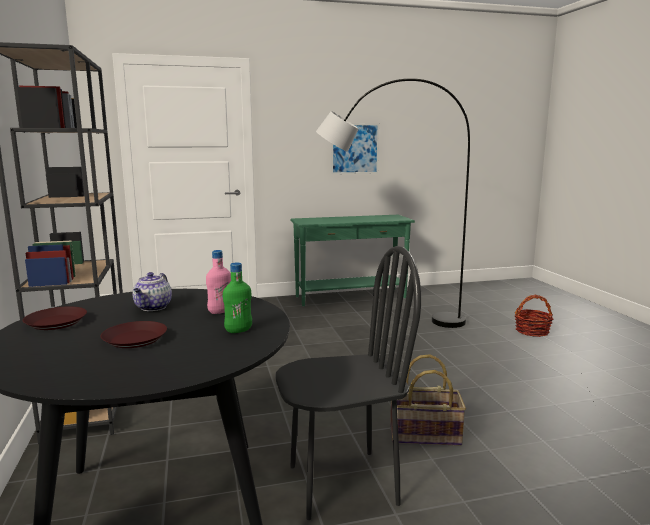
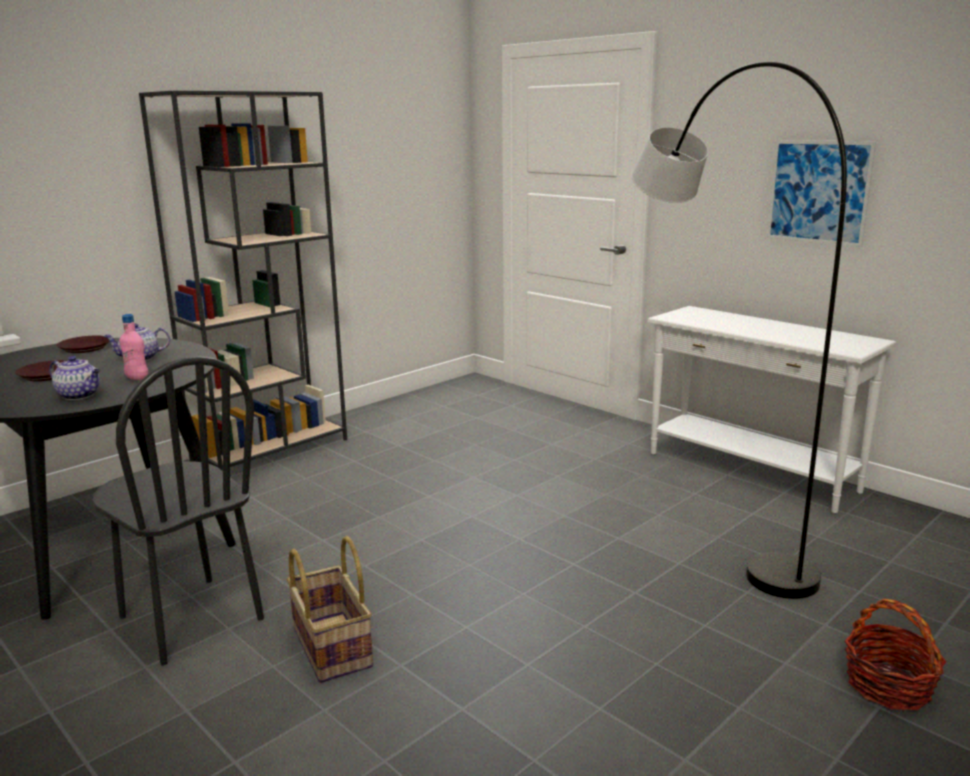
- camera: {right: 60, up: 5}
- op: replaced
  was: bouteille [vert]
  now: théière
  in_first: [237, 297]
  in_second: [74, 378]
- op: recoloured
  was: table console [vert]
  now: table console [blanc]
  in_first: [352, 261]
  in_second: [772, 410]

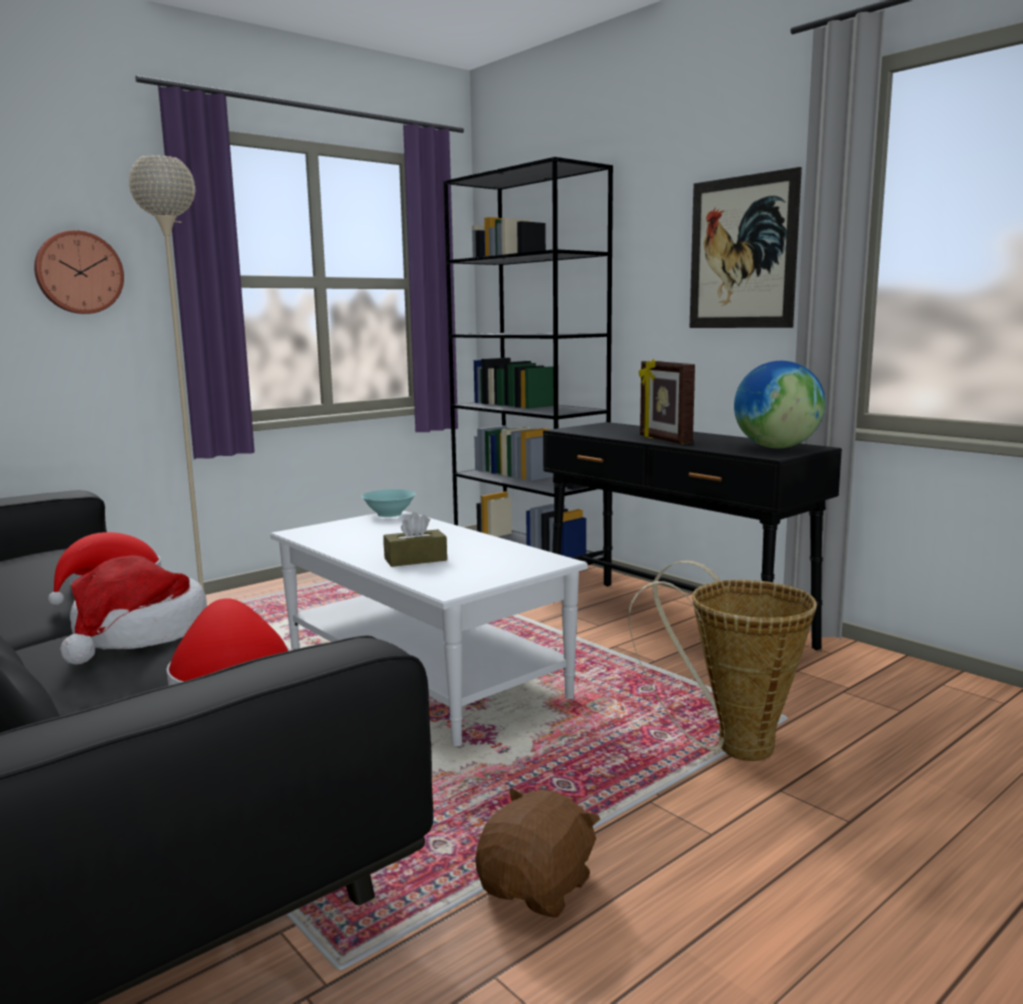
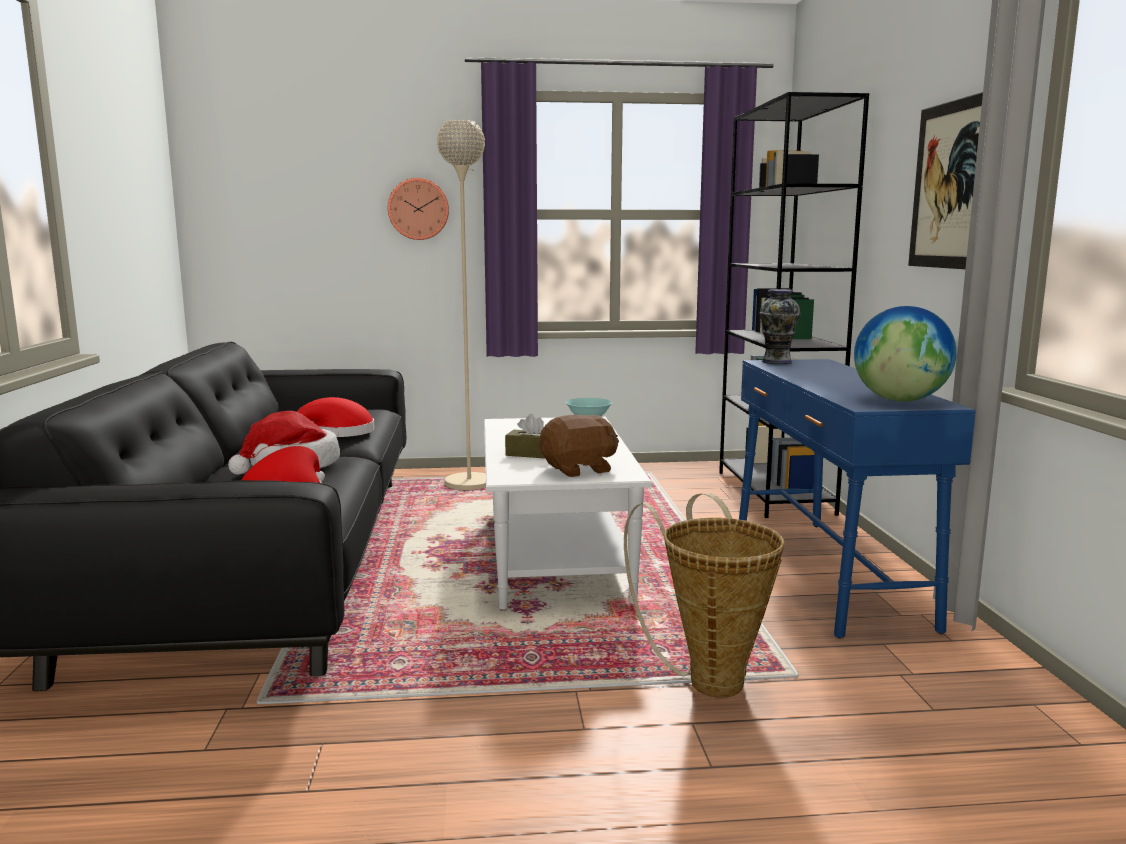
- camera: {right: 35, up: 0}
- op: moved
  was: peluche [marron]
  in_first: [537, 853]
  in_second: [579, 446]
- op: recoloured
  was: table console [noir]
  now: table console [bleu]
  in_first: [692, 536]
  in_second: [857, 498]
- op: removed
  was: cadre photo
  in_first: [667, 401]
- op: added
  now: vase
  in_second: [780, 326]

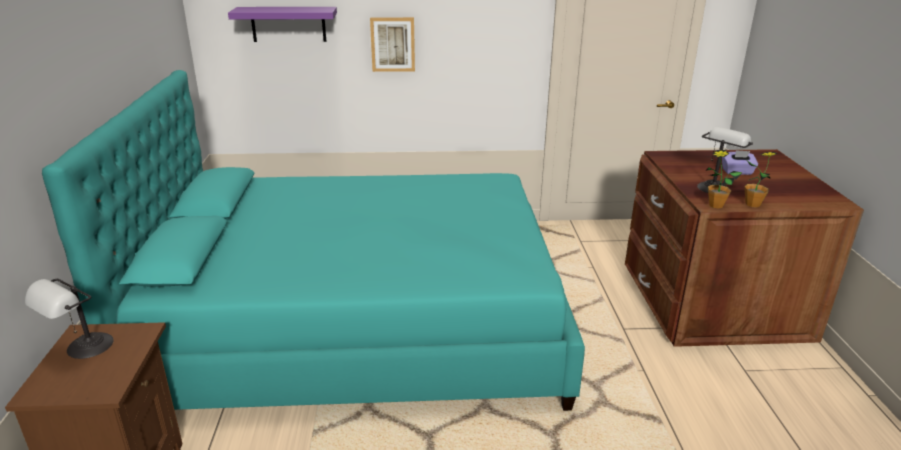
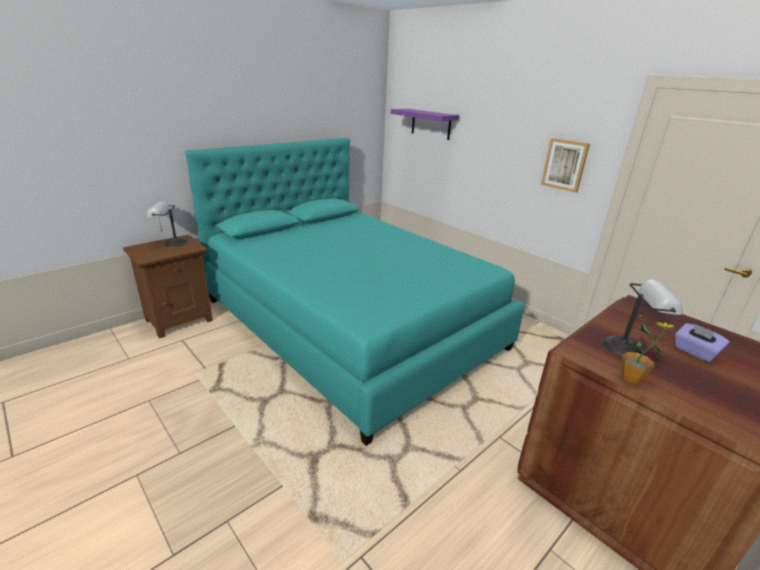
- camera: {right: 50, up: 0}
- op: moved
  was: tableau
  in_first: [392, 44]
  in_second: [565, 165]
- op: removed
  was: plante en pot
  in_first: [724, 179]

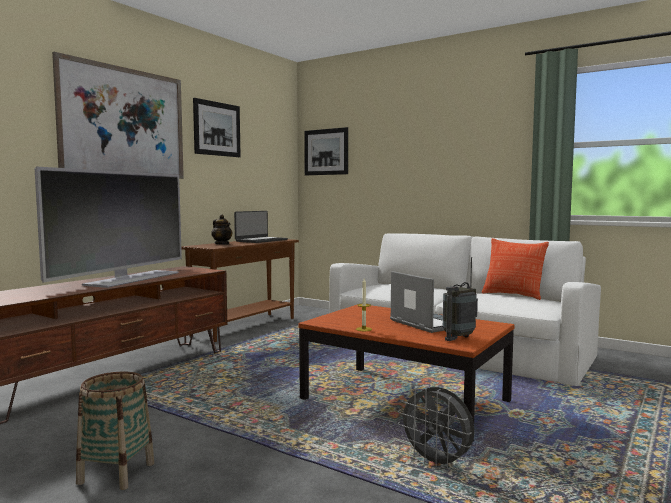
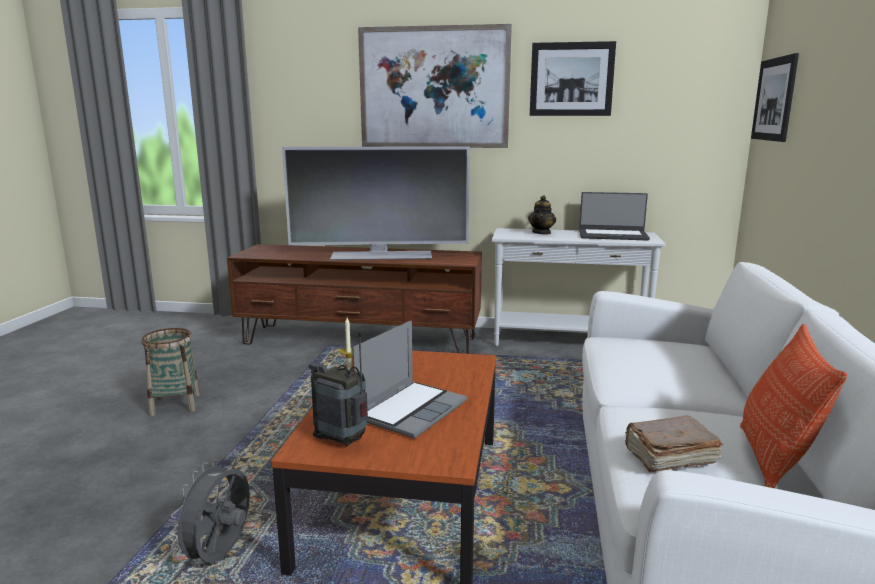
- camera: {right: 65, up: 10}
- op: recoloured
  was: table console [marron]
  now: table console [blanc]
  in_first: [240, 291]
  in_second: [579, 287]
- op: added
  now: livre [marron]
  in_second: [674, 443]

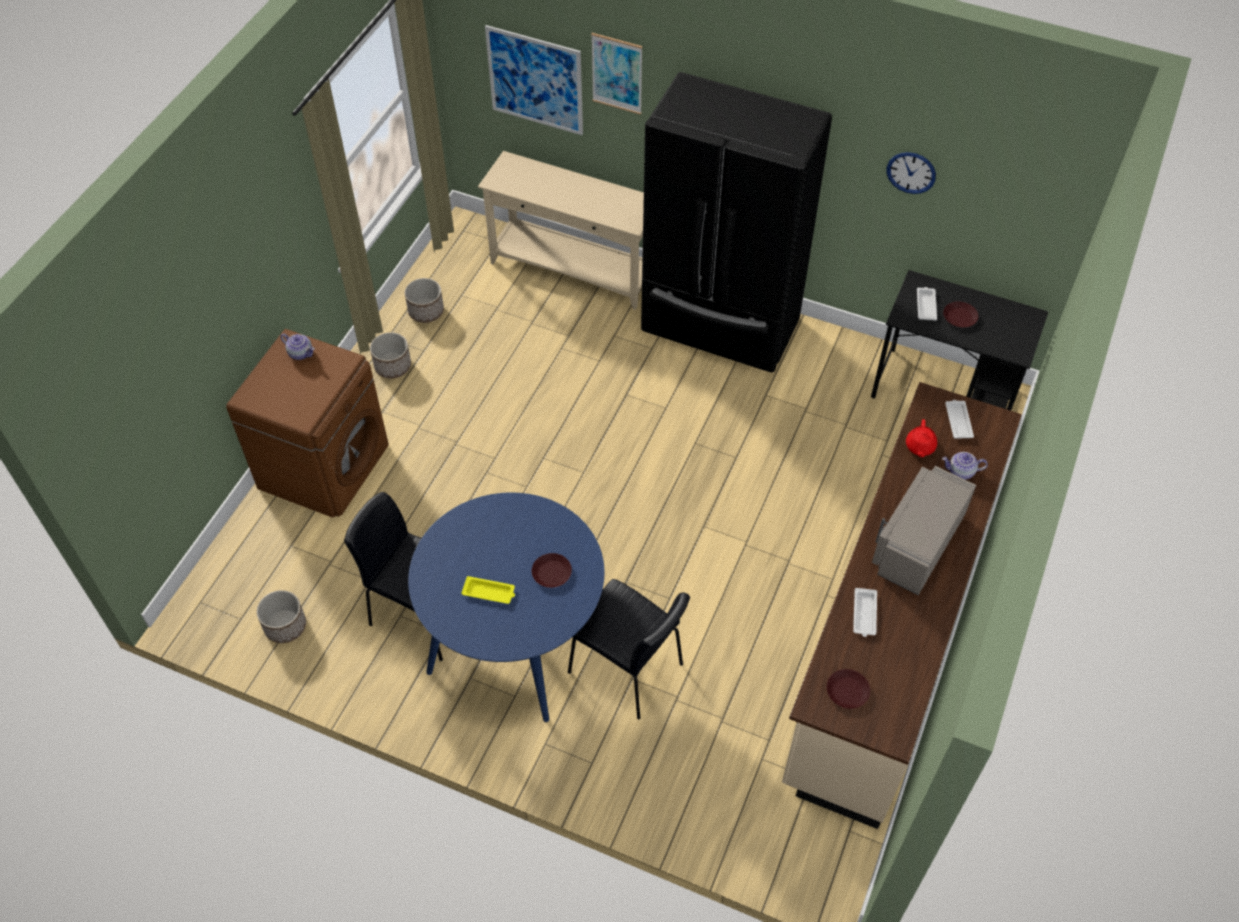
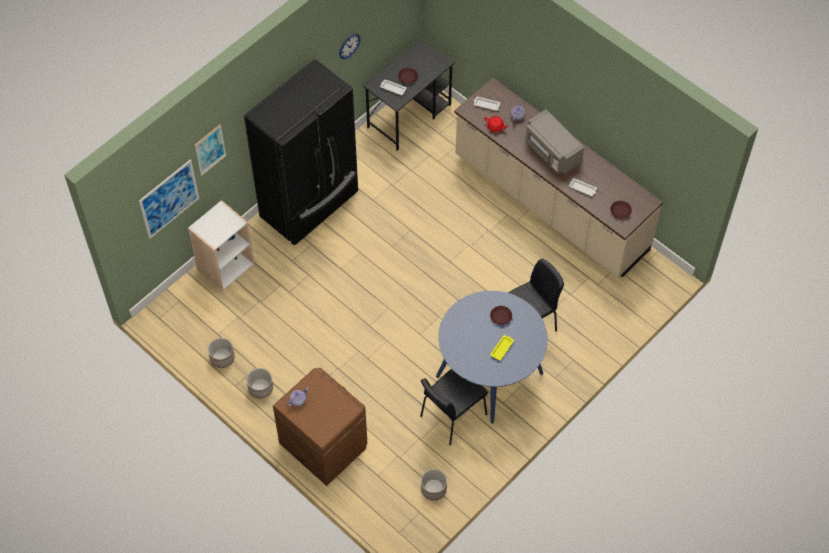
- camera: {right: -70, up: 5}
- op: replaced
  was: table console [beige]
  now: bibliothèque [blanc]
  in_first: [561, 230]
  in_second: [221, 245]

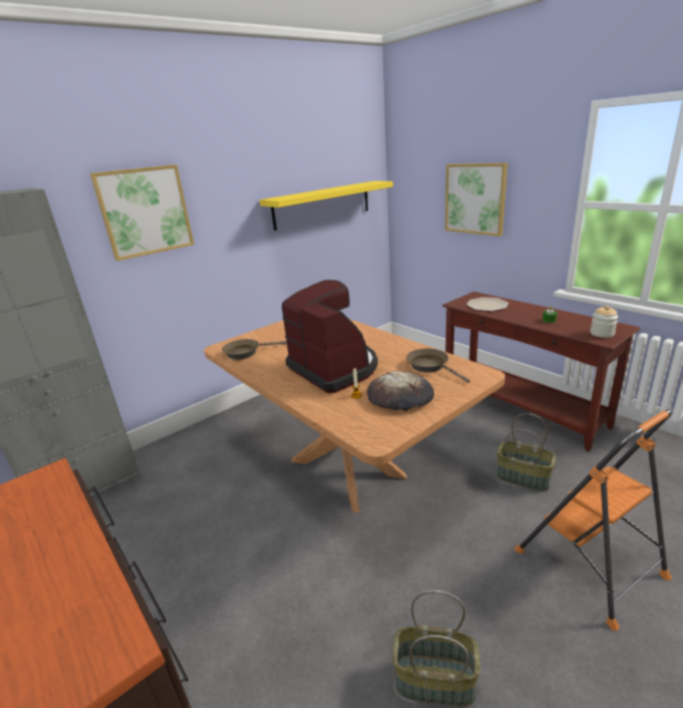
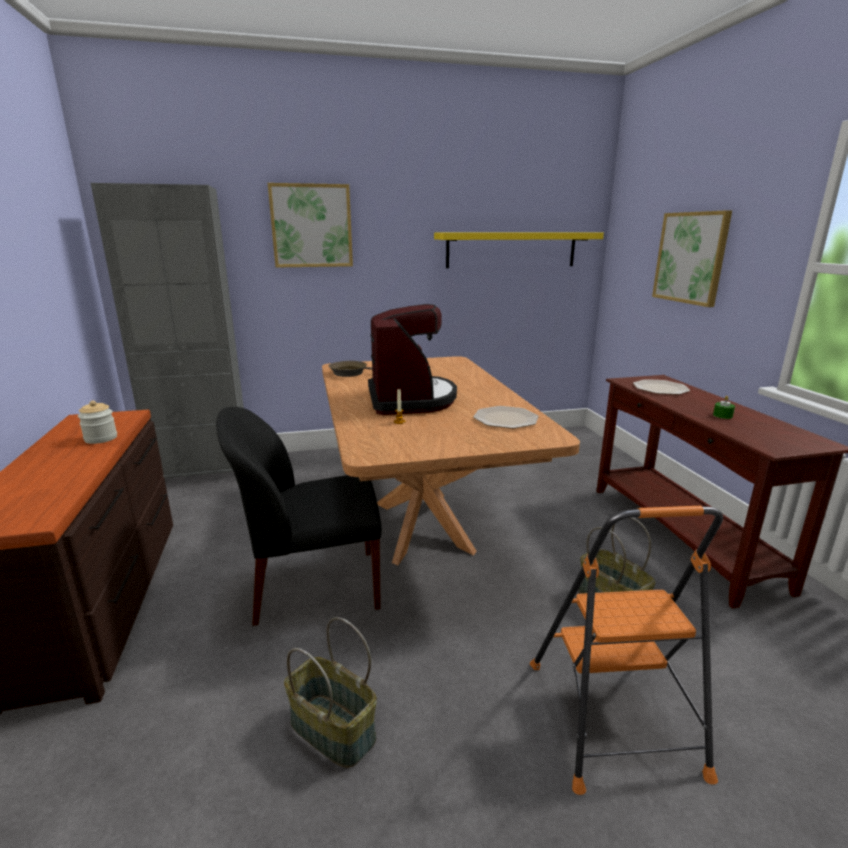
- camera: {right: 25, up: -5}
- op: removed
  was: pain
  in_first: [400, 391]
- op: replaced
  was: poêle [marron]
  now: assiette
  in_first: [438, 366]
  in_second: [506, 417]
- op: moved
  was: bocal
  in_first: [604, 322]
  in_second: [97, 422]
- op: added
  now: chaise [noir]
  in_second: [299, 516]

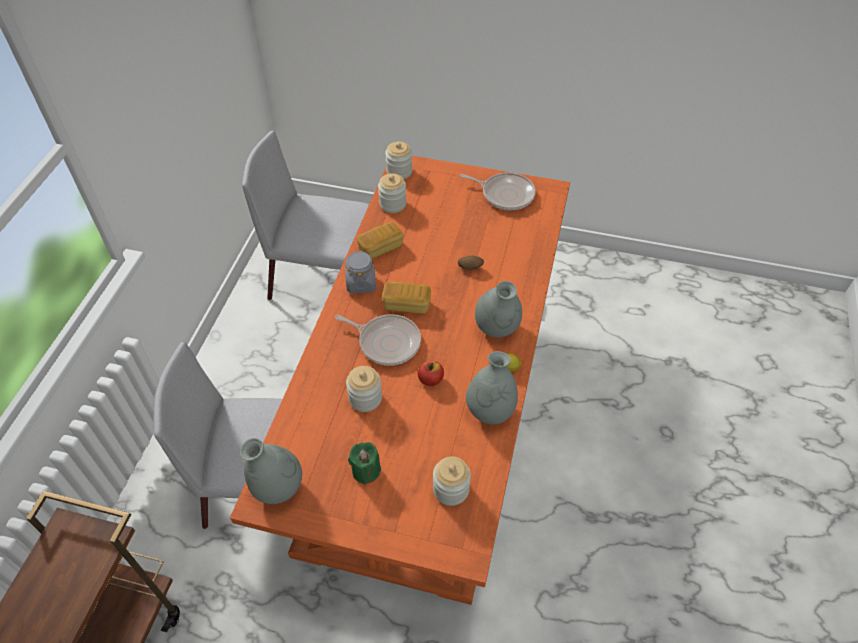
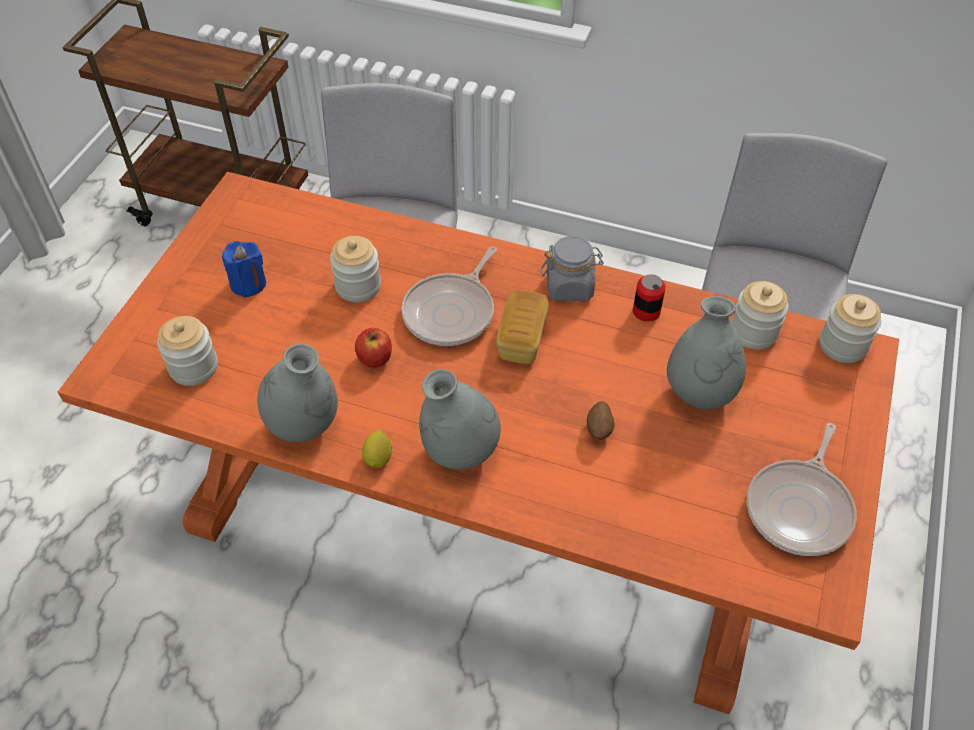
- camera: {right: 95, up: 0}
- op: moved
  was: vase [gris]
  in_first: [271, 471]
  in_second: [706, 353]
- op: recoloured
  was: bougie [vert]
  now: bougie [bleu]
  in_first: [364, 463]
  in_second: [244, 269]
- op: replaced
  was: pain
  now: boîte métallique
  in_first: [380, 240]
  in_second: [649, 298]

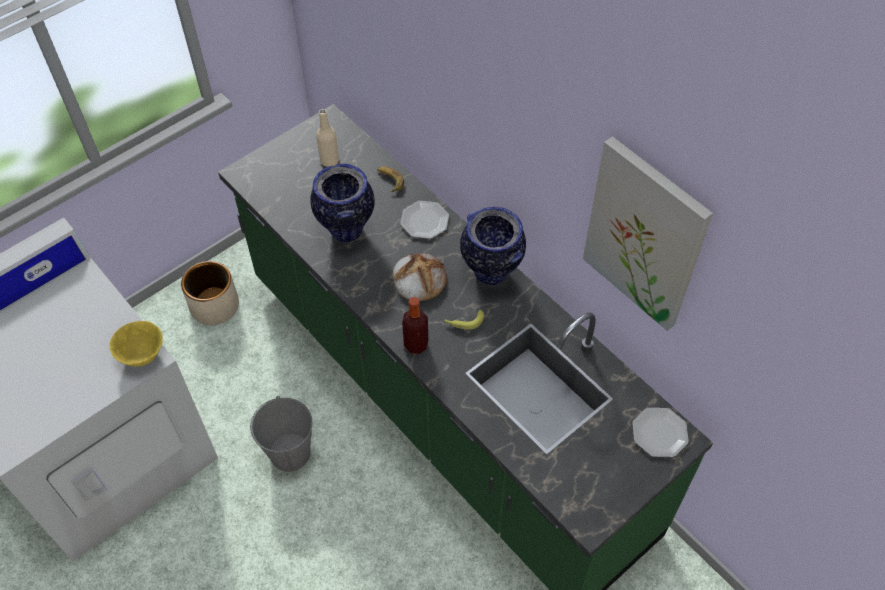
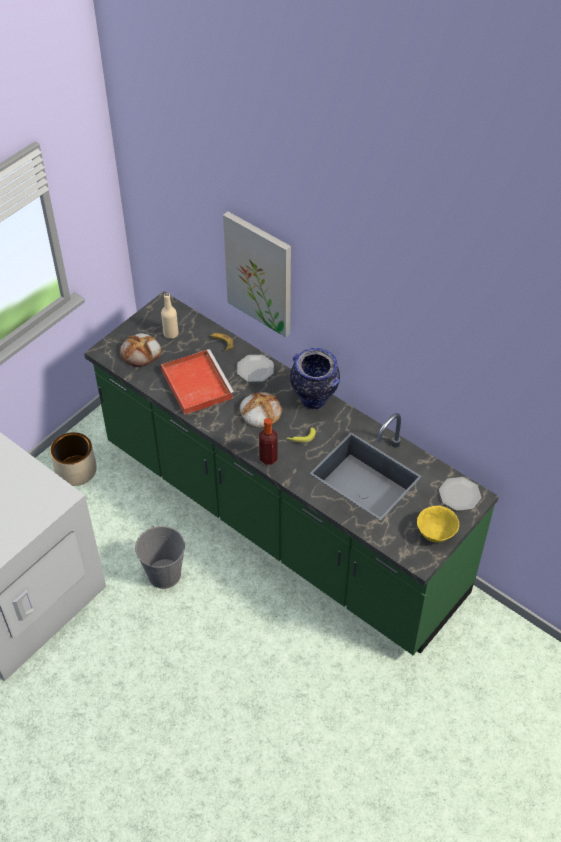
- camera: {right: -10, up: -5}
- op: moved
  was: bol [jaune]
  in_first: [136, 344]
  in_second: [438, 524]
- op: replaced
  was: vase
  now: plateau [rouge]
  in_first: [342, 203]
  in_second: [198, 382]
- op: moved
  was: tableau
  in_first: [648, 233]
  in_second: [257, 274]
- op: added
  now: pain
  in_second: [140, 350]

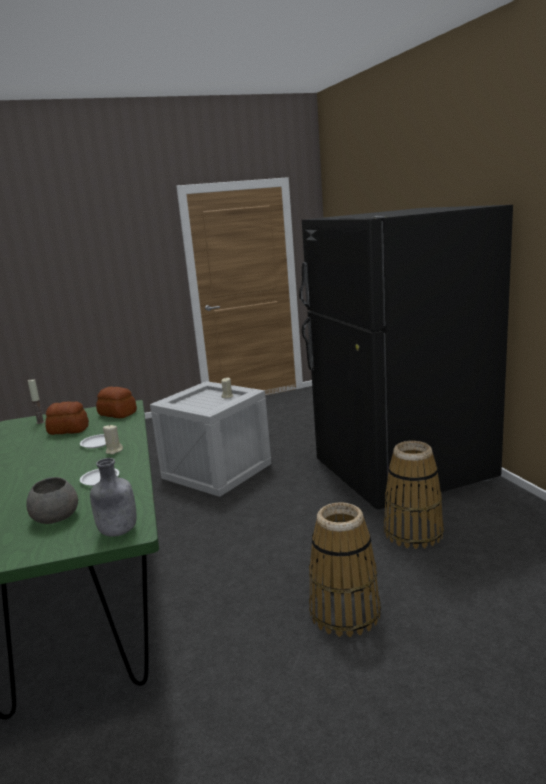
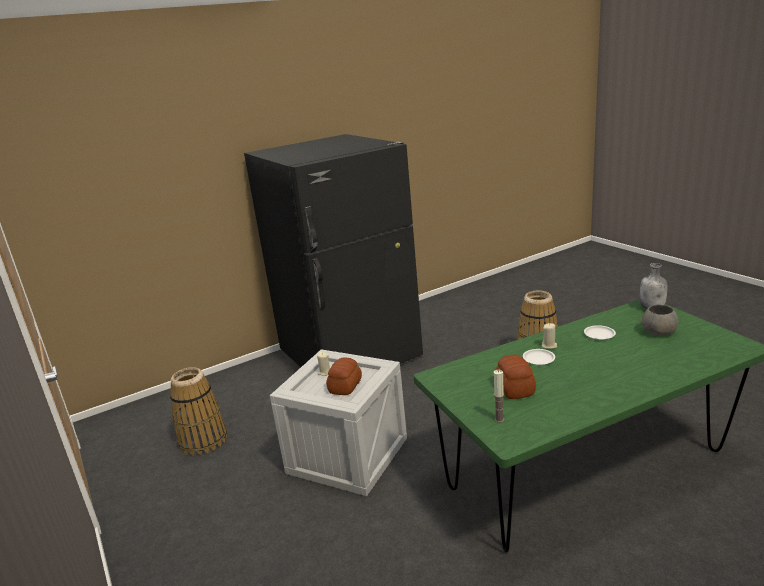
- camera: {right: -100, up: 5}
- op: moved
  was: pain
  in_first: [116, 402]
  in_second: [344, 376]
- op: moved
  was: panier
  in_first: [414, 495]
  in_second: [198, 411]

